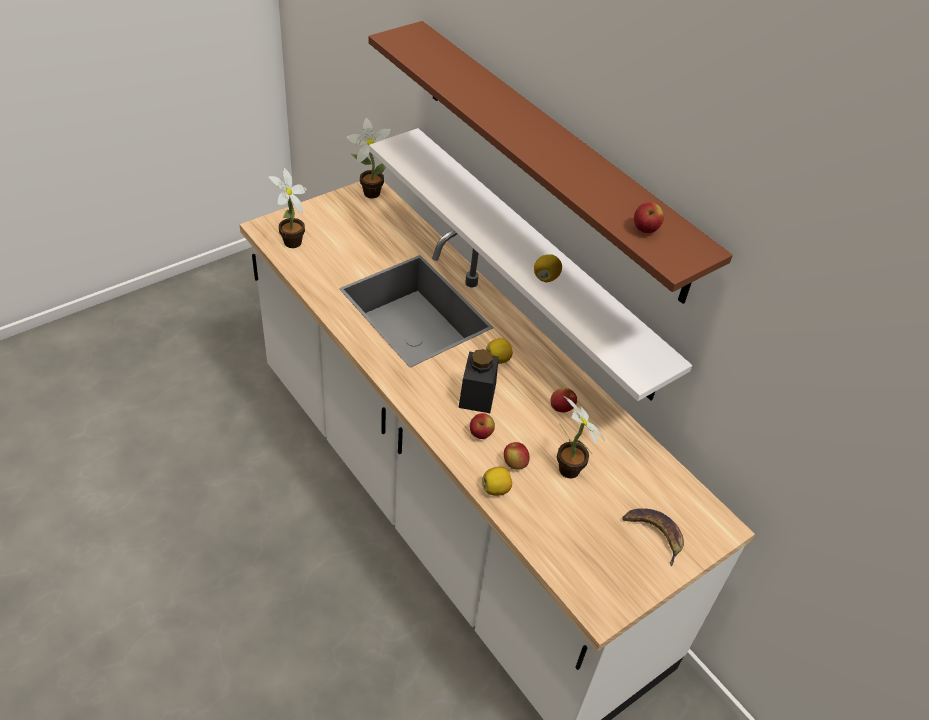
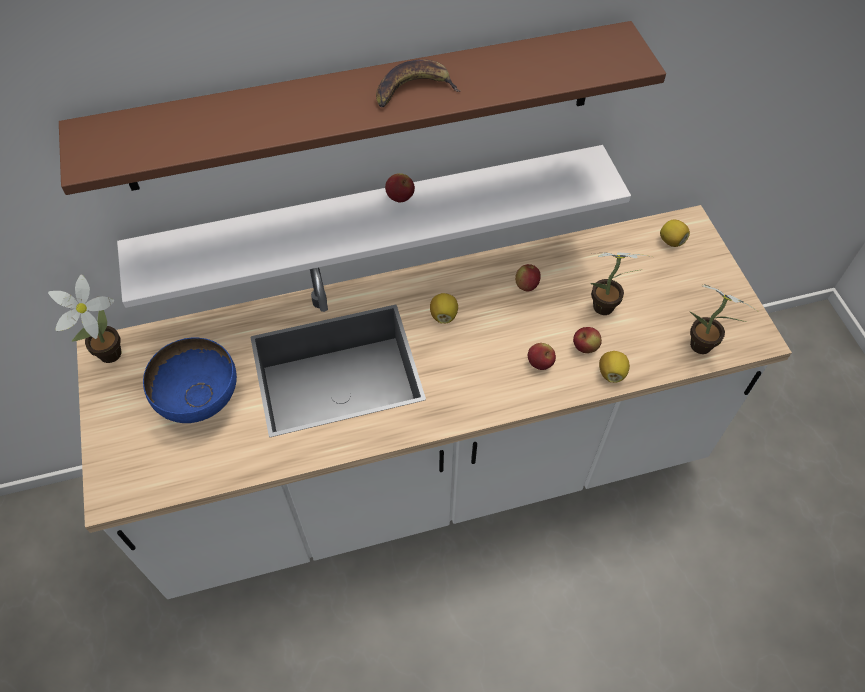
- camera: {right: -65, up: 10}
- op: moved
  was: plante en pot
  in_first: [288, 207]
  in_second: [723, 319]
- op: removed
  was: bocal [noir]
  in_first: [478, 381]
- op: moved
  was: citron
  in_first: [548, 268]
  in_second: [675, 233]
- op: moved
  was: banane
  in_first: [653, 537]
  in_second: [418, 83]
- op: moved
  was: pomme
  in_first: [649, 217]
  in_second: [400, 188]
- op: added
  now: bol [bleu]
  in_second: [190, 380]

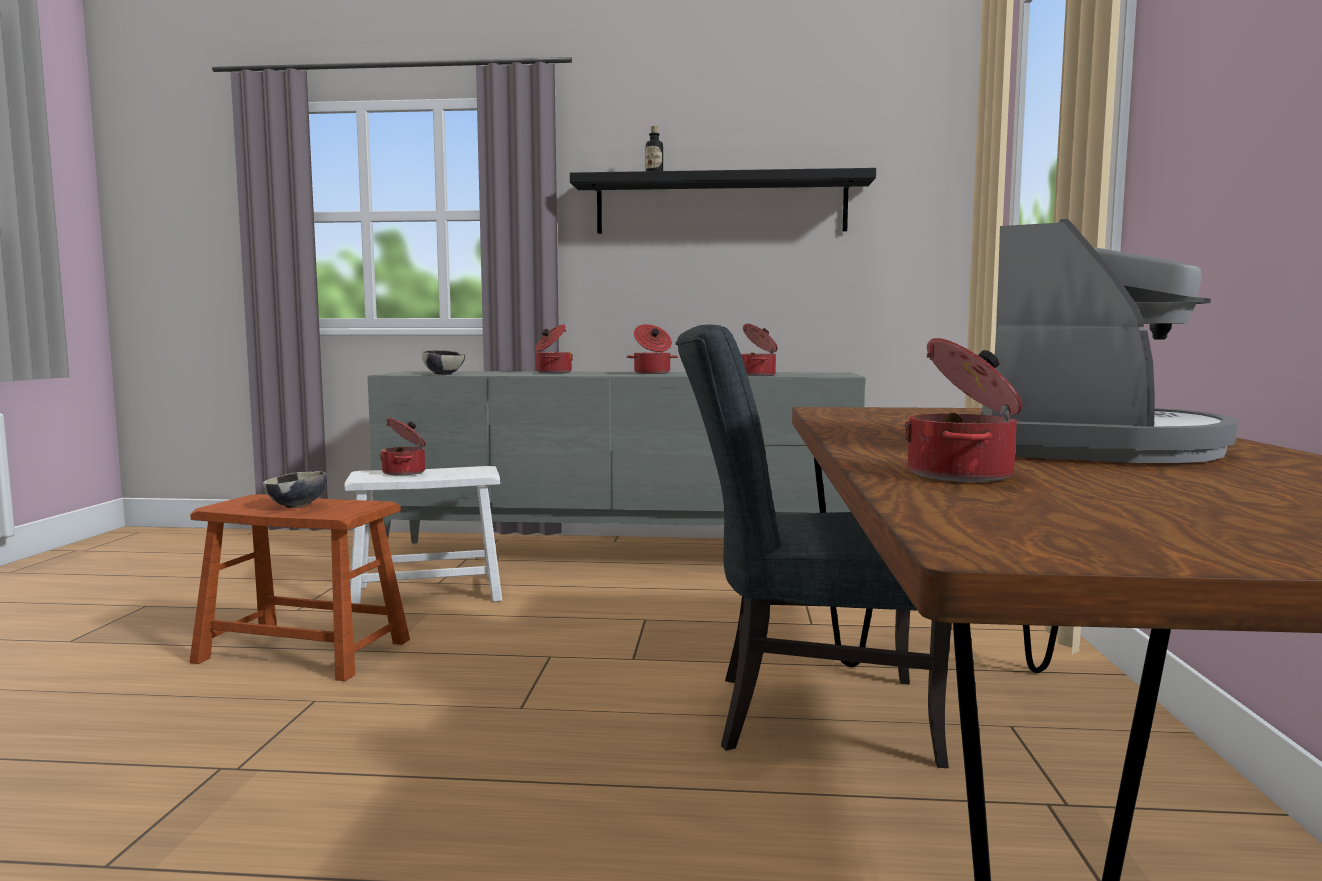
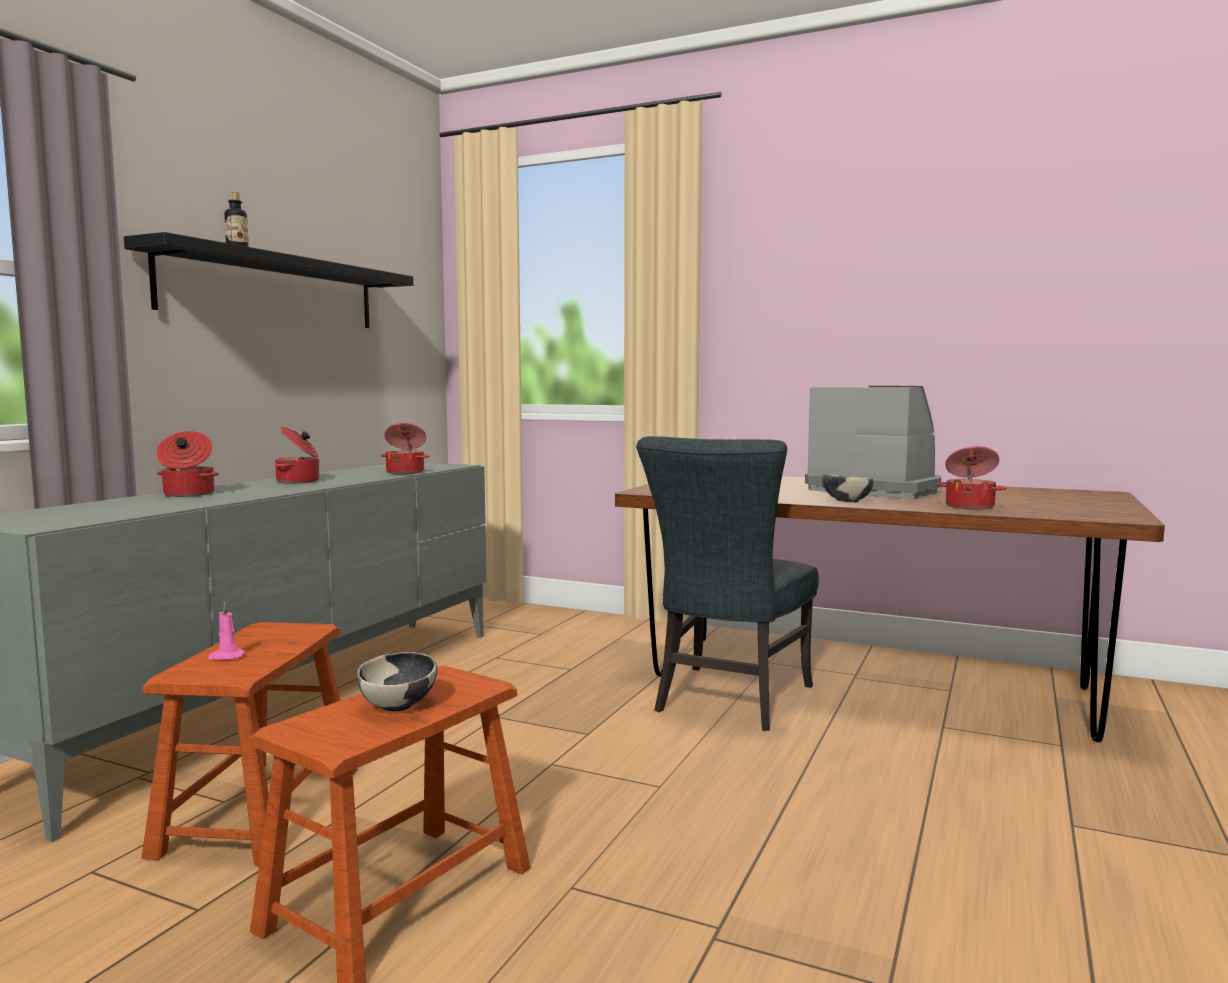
- camera: {right: -70, up: 0}
- op: recoloured
  was: tabouret [blanc]
  now: tabouret [marron]
  in_first: [423, 539]
  in_second: [249, 744]
- op: replaced
  was: marmite
  now: bougie [rose]
  in_first: [402, 446]
  in_second: [227, 631]
- op: moved
  was: bol
  in_first: [443, 362]
  in_second: [848, 488]

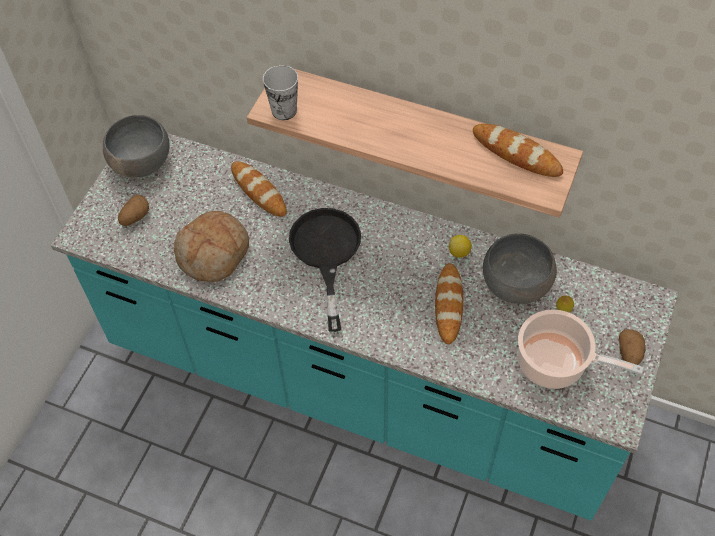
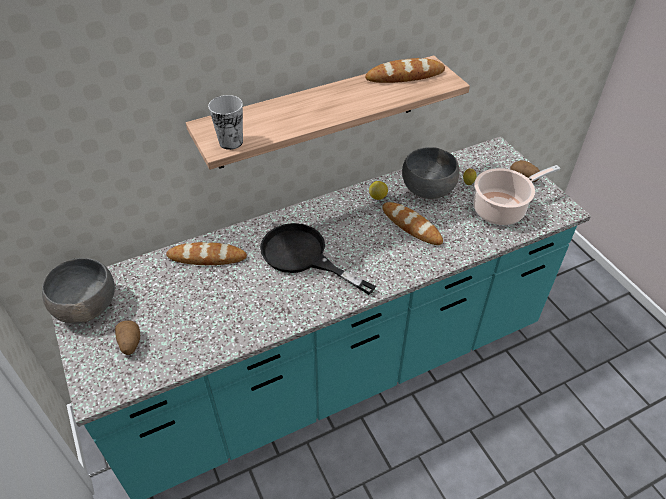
- camera: {right: -50, up: -10}
- op: removed
  was: pain
  in_first: [211, 246]

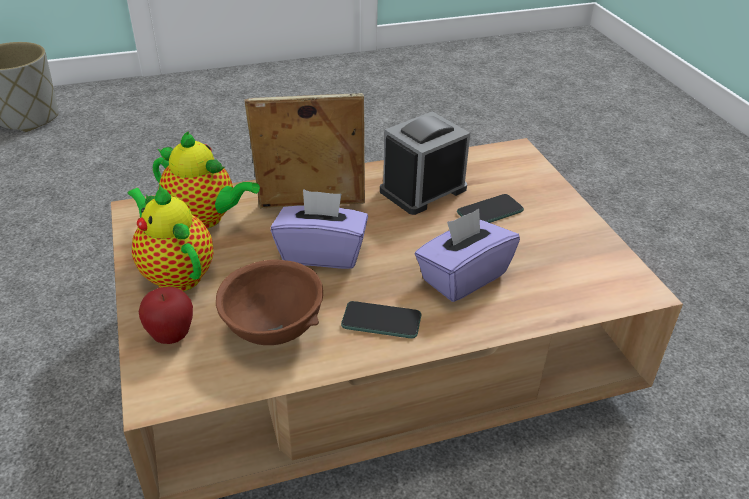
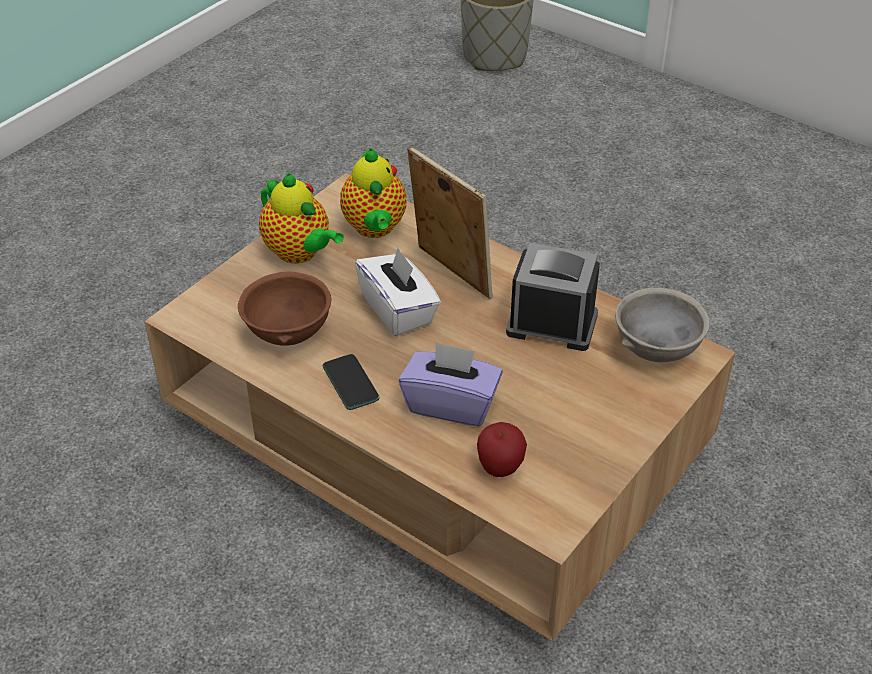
- camera: {right: 55, up: 5}
- op: turned
  was: théière
  in_first: [171, 238]
  in_second: [301, 218]
  clockwise: 120
- op: moved
  was: pomme
  in_first: [165, 315]
  in_second: [502, 449]
- op: recoloured
  was: boîte à mouchoirs [violet]
  now: boîte à mouchoirs [blanc]
  in_first: [319, 229]
  in_second: [398, 291]
- op: removed
  was: téléphone
  in_first: [490, 208]
- op: added
  now: bol [gris]
  in_second: [662, 325]

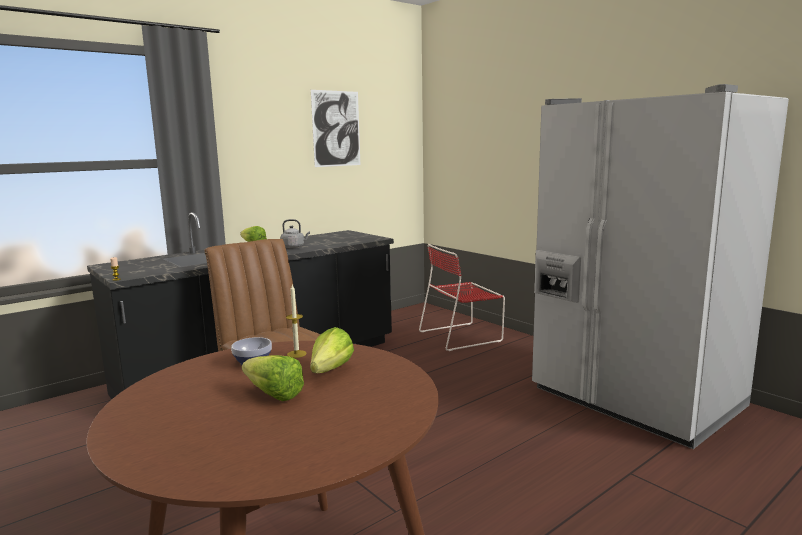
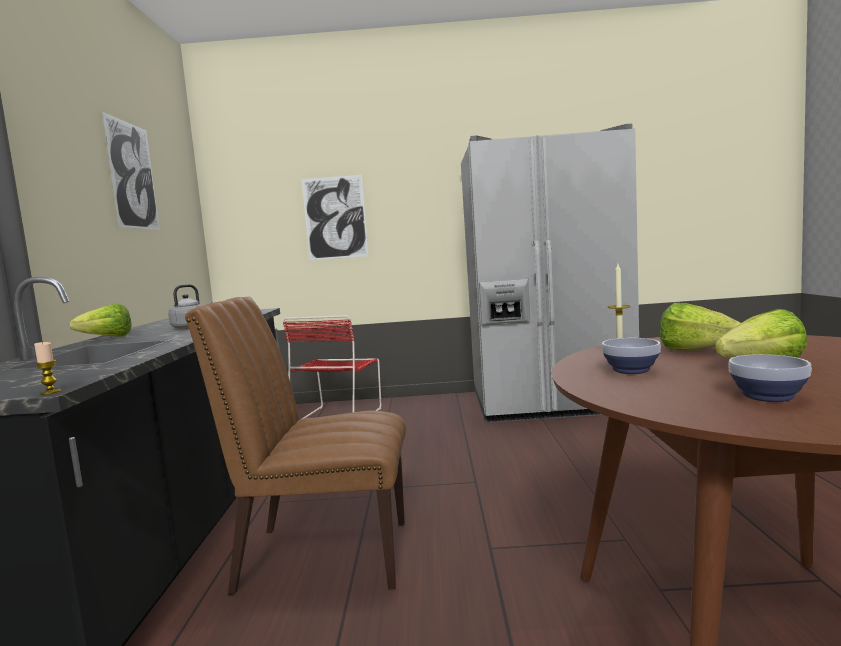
- camera: {right: -50, up: -5}
- op: added
  now: tableau
  in_second: [335, 217]
- op: added
  now: bol
  in_second: [770, 378]

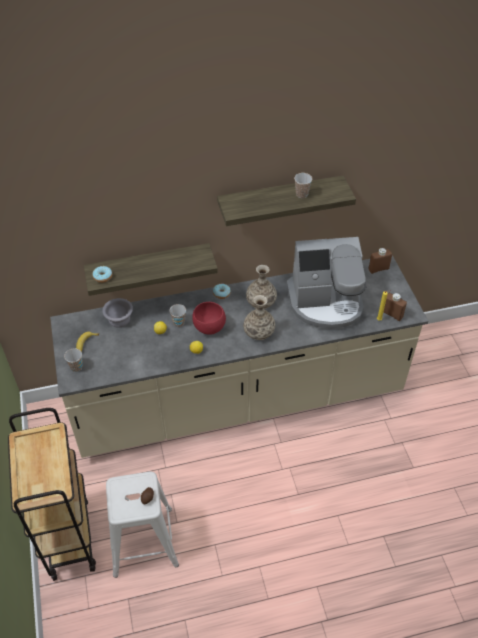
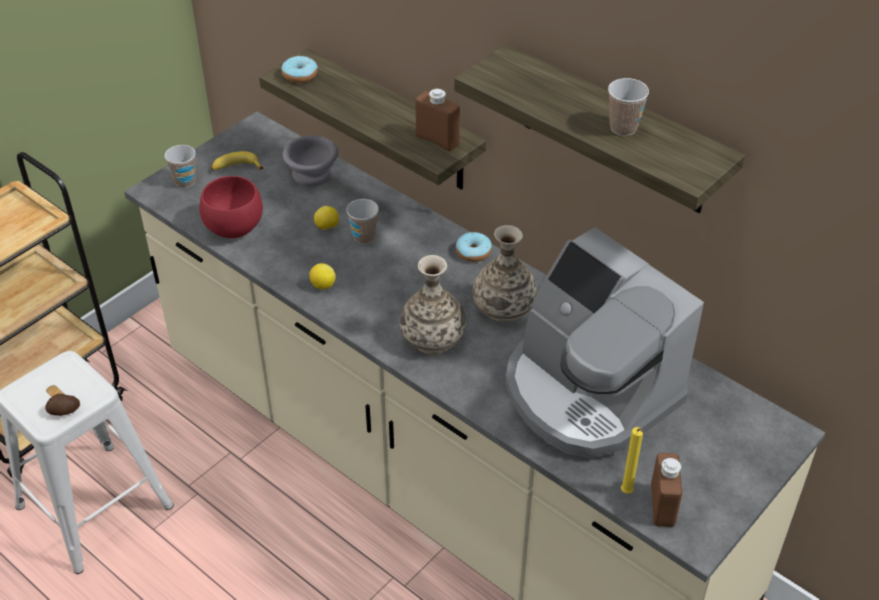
- camera: {right: 55, up: -5}
- op: moved
  was: bol [rouge]
  in_first: [209, 318]
  in_second: [231, 207]
- op: moved
  was: bouteille [marron]
  in_first: [380, 261]
  in_second: [437, 120]

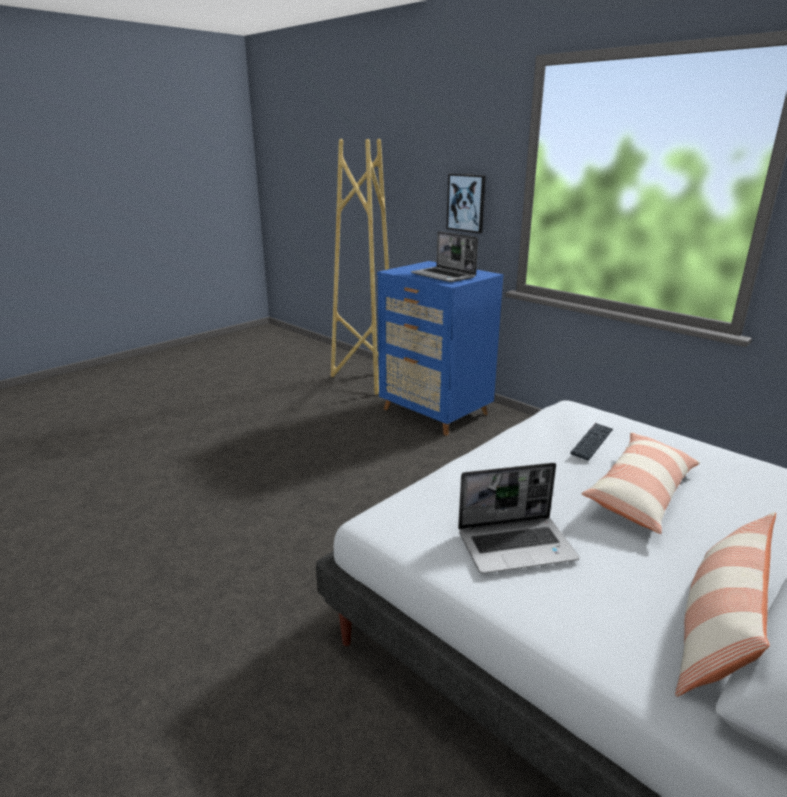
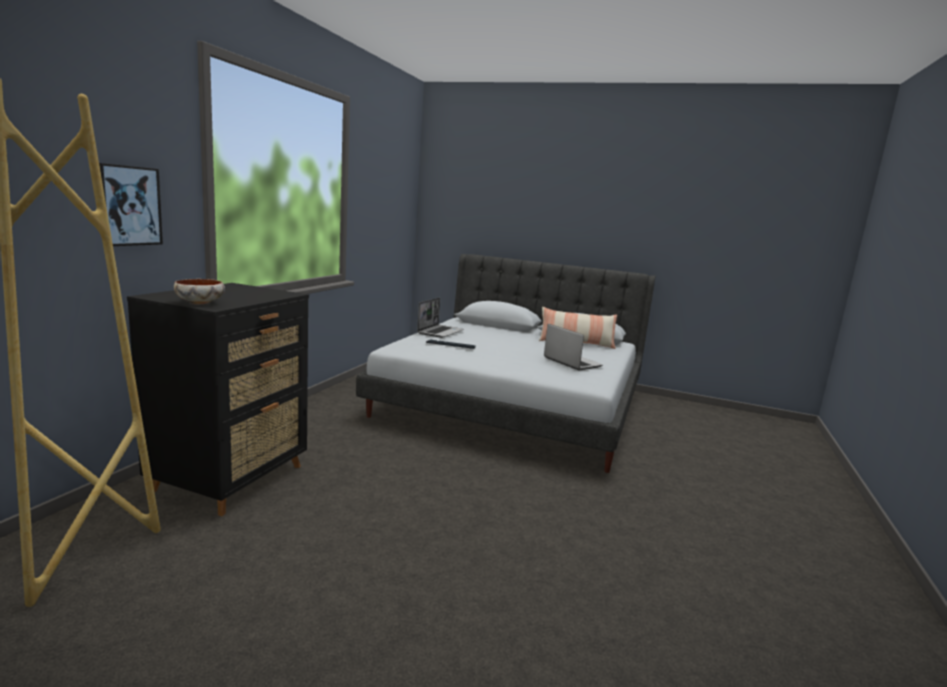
- camera: {right: -115, up: -10}
- op: recoloured
  was: commode [bleu]
  now: commode [noir]
  in_first: [440, 348]
  in_second: [218, 399]
- op: moved
  was: ordinateur portable
  in_first: [444, 256]
  in_second: [440, 317]
- op: removed
  was: coussin
  in_first: [640, 483]
- op: added
  now: bol
  in_second: [199, 291]

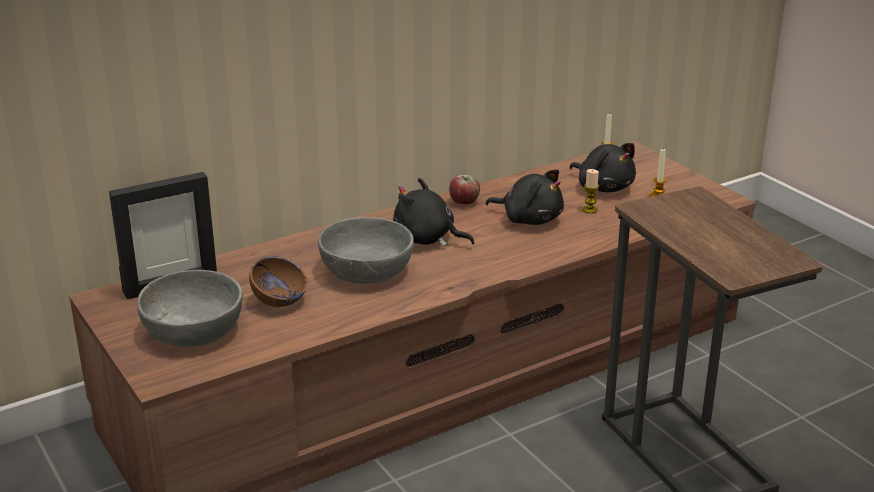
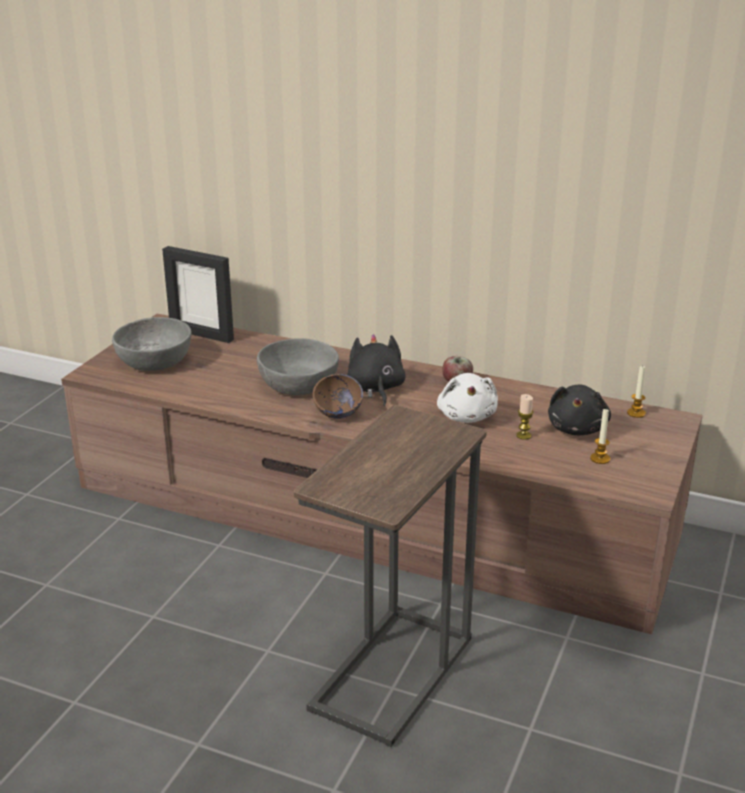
- camera: {right: 55, up: 0}
- op: moved
  was: bol [marron]
  in_first: [278, 281]
  in_second: [338, 396]
- op: recoloured
  was: peluche [noir]
  now: peluche [blanc]
  in_first: [525, 197]
  in_second: [467, 398]

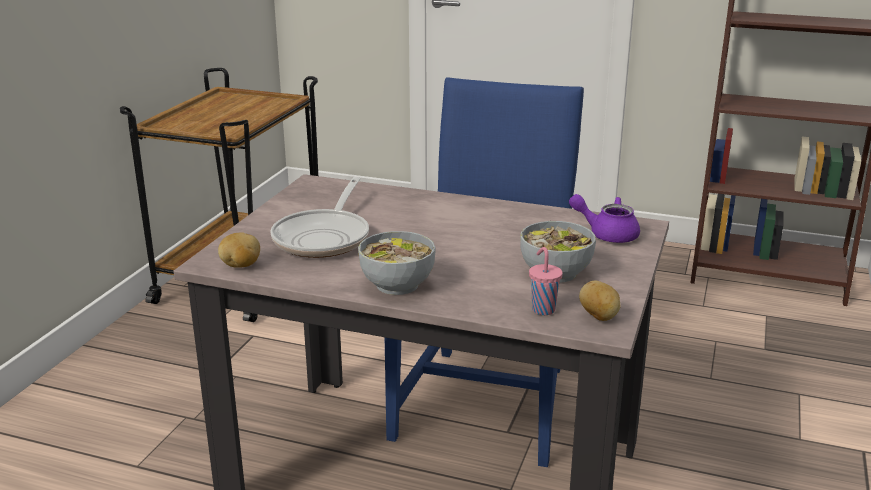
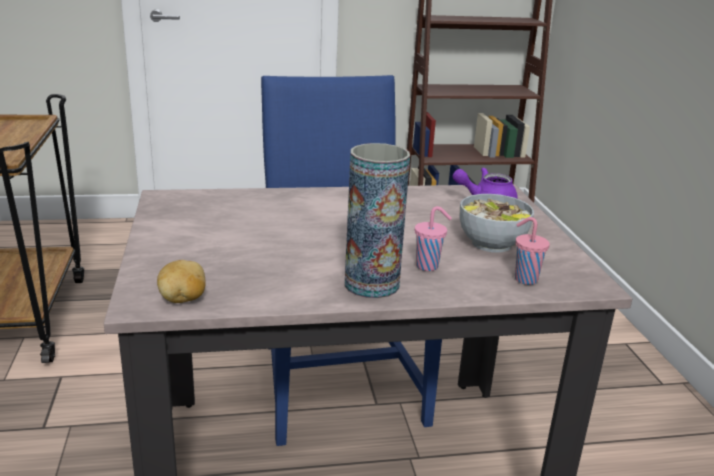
- camera: {right: -30, up: 0}
- op: removed
  was: poêle
  in_first: [319, 217]
- op: replaced
  was: bol
  now: vase
  in_first: [396, 263]
  in_second: [377, 221]
- op: removed
  was: pomme de terre
  in_first: [599, 301]
- op: added
  now: tasse [rose]
  in_second: [433, 238]

